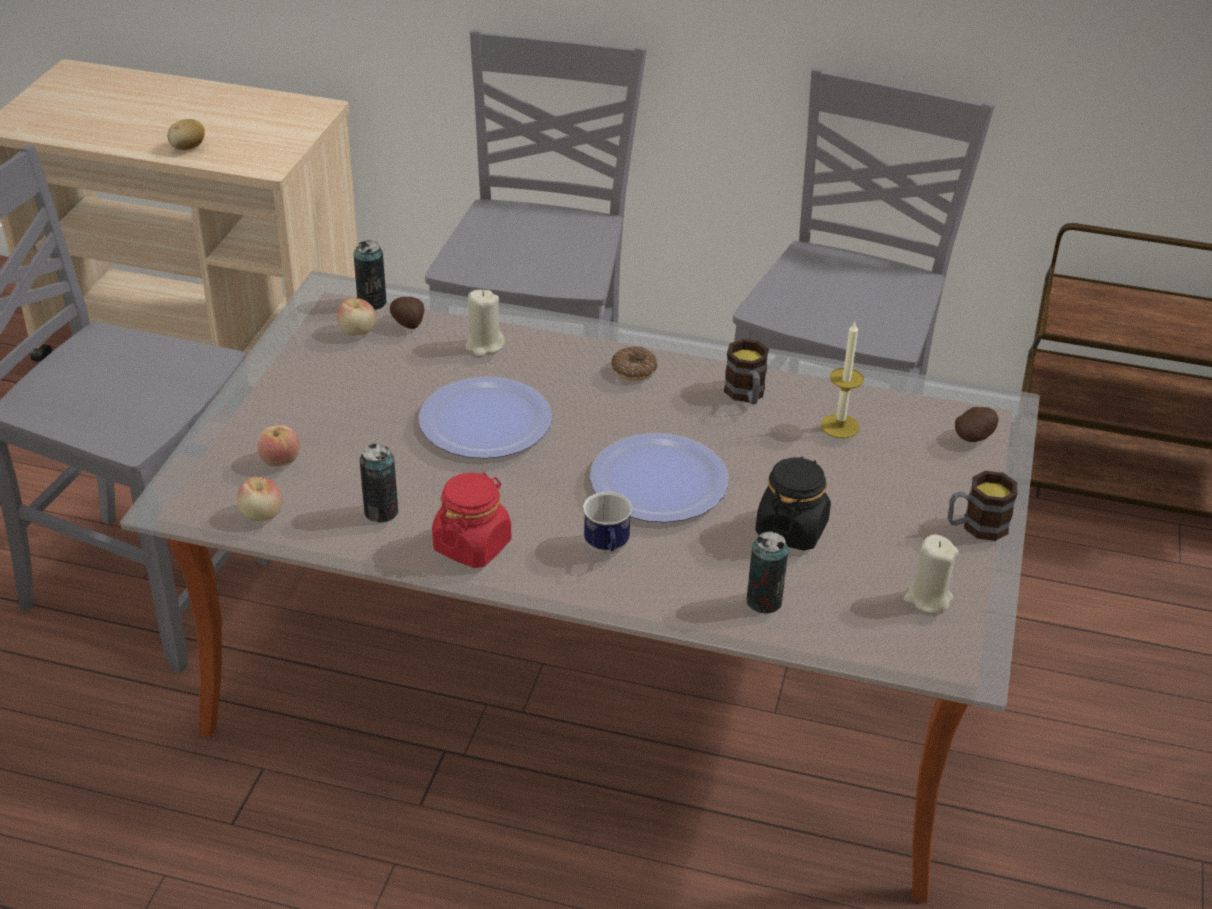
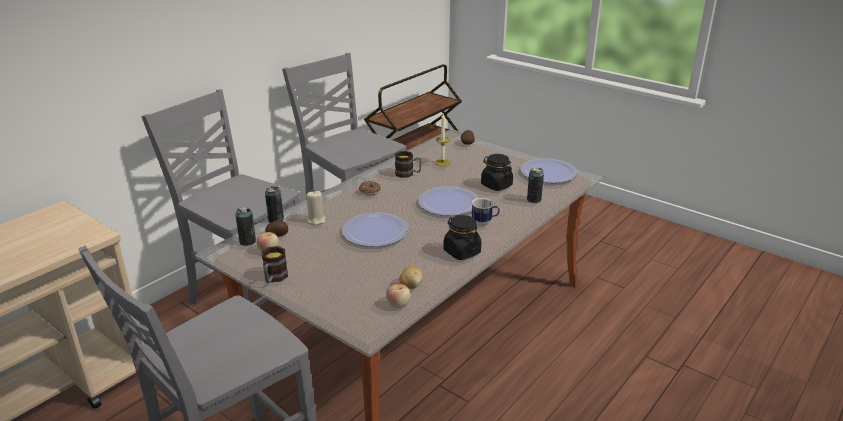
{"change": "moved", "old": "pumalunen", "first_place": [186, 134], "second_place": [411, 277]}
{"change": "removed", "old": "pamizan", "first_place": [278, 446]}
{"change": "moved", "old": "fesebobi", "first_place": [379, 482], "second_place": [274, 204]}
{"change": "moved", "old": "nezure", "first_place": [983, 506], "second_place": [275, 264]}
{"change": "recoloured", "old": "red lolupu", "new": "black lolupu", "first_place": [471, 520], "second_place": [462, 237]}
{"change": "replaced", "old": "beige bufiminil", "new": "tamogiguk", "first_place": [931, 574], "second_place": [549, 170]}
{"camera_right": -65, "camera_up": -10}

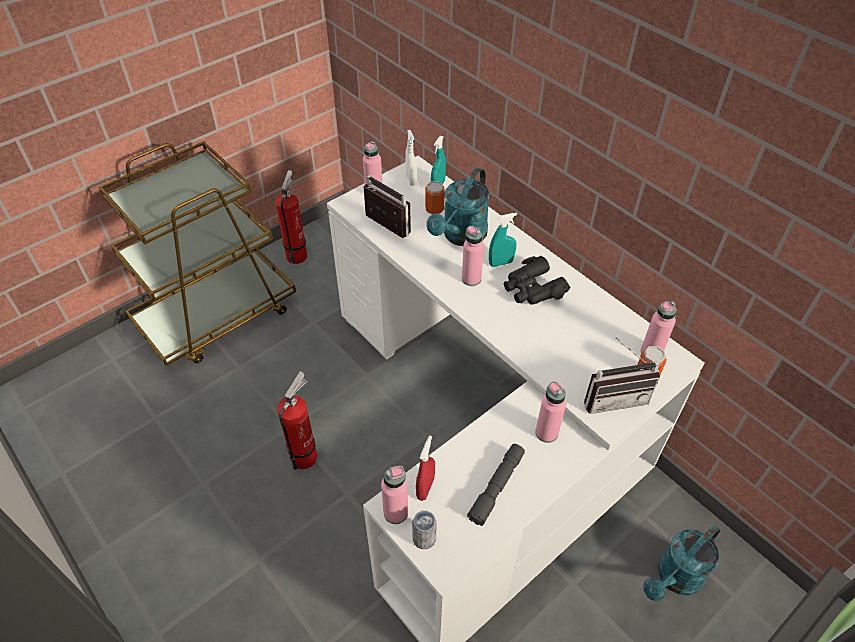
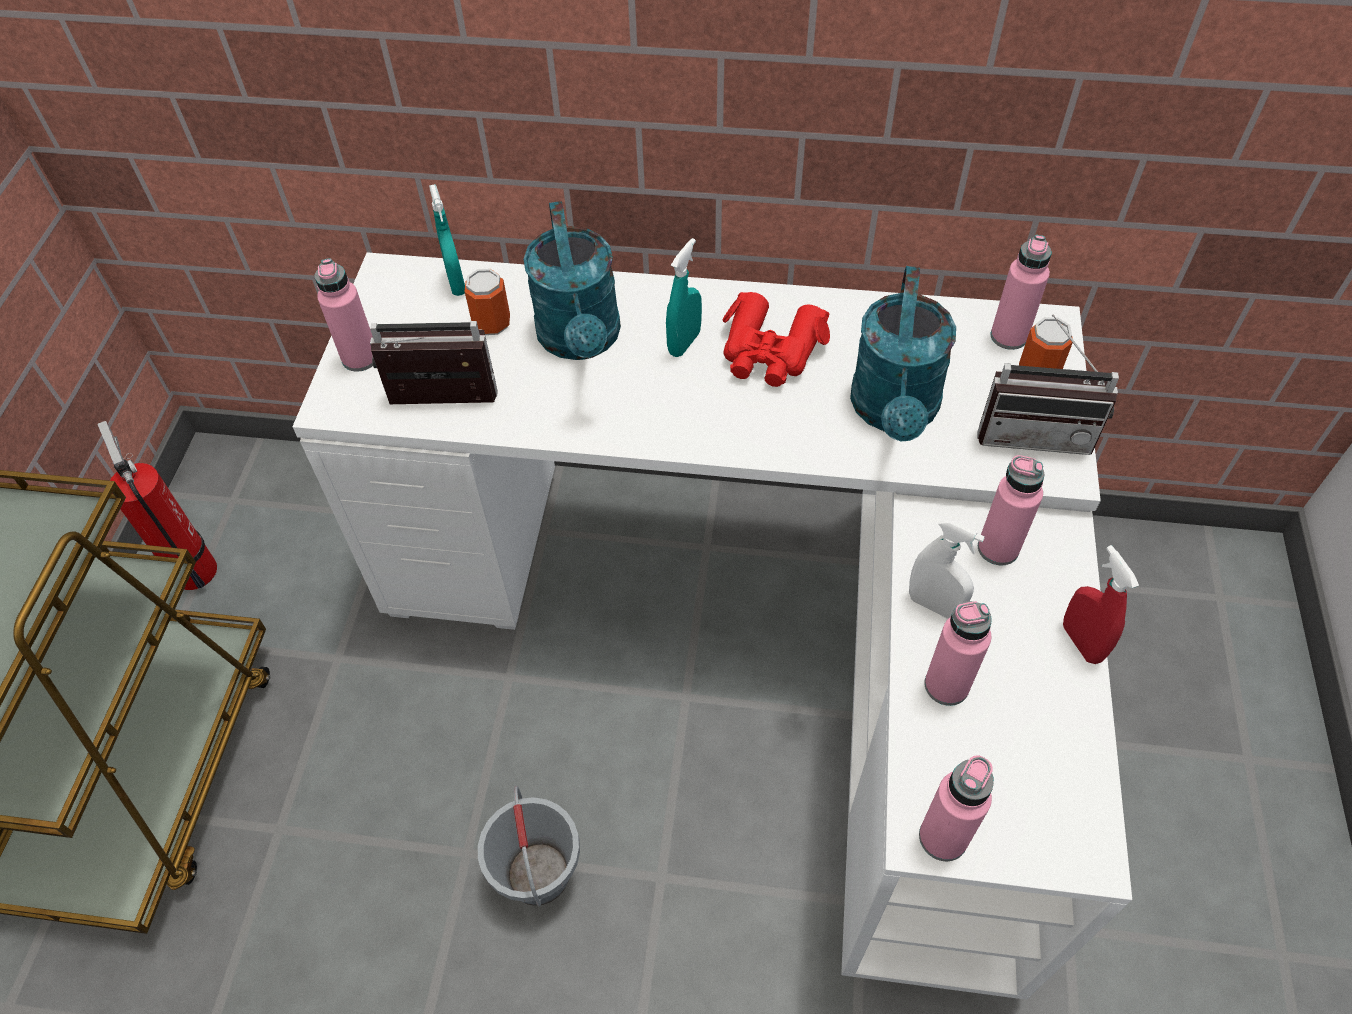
{"change": "moved", "old": "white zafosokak", "first_place": [411, 158], "second_place": [947, 568]}
{"change": "moved", "old": "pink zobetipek", "first_place": [473, 256], "second_place": [958, 653]}
{"change": "recoloured", "old": "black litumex", "new": "red litumex", "first_place": [537, 280], "second_place": [776, 339]}
{"change": "turned", "old": "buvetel", "first_place": [622, 376], "second_place": [1048, 384], "degrees": 60}
{"change": "replaced", "old": "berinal", "new": "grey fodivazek", "first_place": [297, 420], "second_place": [529, 846]}
{"change": "moved", "old": "red zafosokak", "first_place": [425, 468], "second_place": [1101, 604]}
{"change": "removed", "old": "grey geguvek", "first_place": [496, 485]}
{"change": "removed", "old": "fesebobi", "first_place": [424, 530]}
{"change": "moved", "old": "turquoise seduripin", "first_place": [682, 563], "second_place": [903, 353]}
{"camera_right": -40, "camera_up": 5}

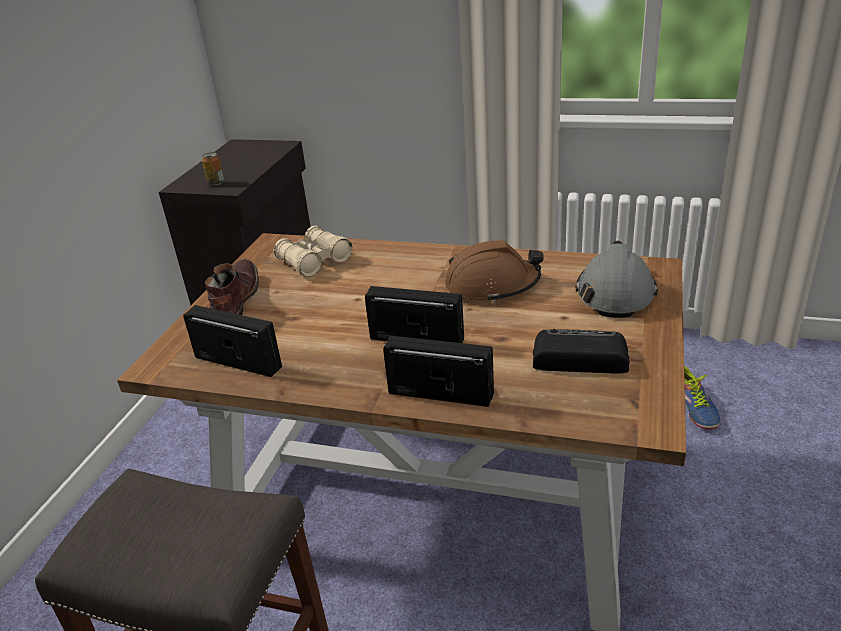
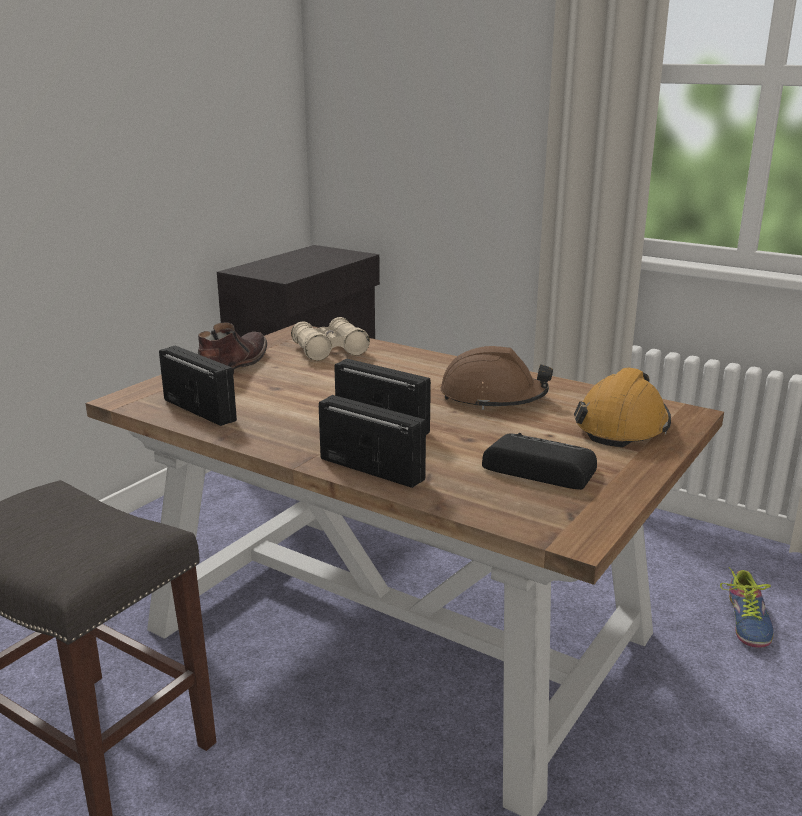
{"change": "removed", "old": "fesebobi", "first_place": [213, 169]}
{"change": "recoloured", "old": "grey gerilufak", "new": "orange gerilufak", "first_place": [616, 279], "second_place": [622, 407]}
{"camera_right": 15, "camera_up": -10}

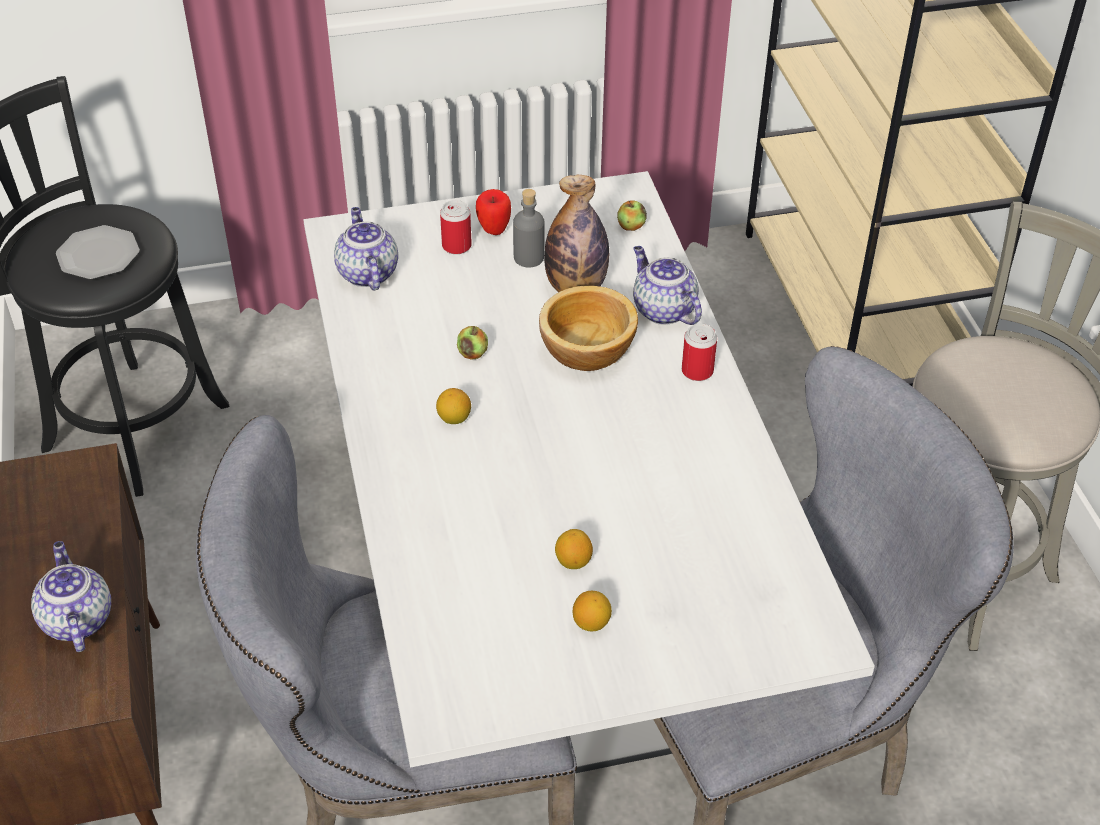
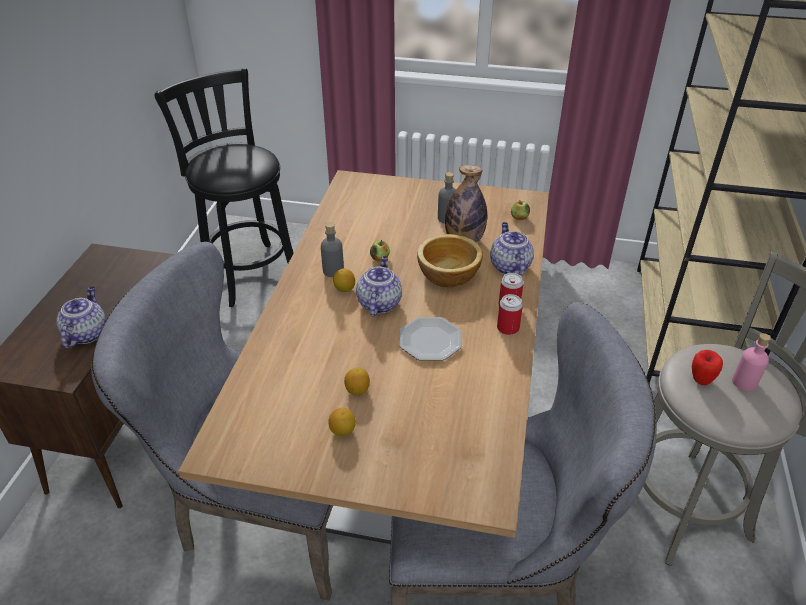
{"change": "recoloured", "old": "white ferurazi", "new": "brown ferurazi", "first_place": [589, 472], "second_place": [363, 357]}
{"change": "moved", "old": "pamizan", "first_place": [493, 212], "second_place": [707, 367]}
{"change": "moved", "old": "fesebobi", "first_place": [456, 227], "second_place": [510, 314]}
{"change": "moved", "old": "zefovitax", "first_place": [366, 249], "second_place": [379, 286]}
{"change": "moved", "old": "tamogiguk", "first_place": [98, 252], "second_place": [430, 339]}
{"change": "added", "new": "grey zobetipek", "second_place": [332, 249]}
{"change": "added", "new": "pink zobetipek", "second_place": [751, 362]}
{"camera_right": 25, "camera_up": -5}

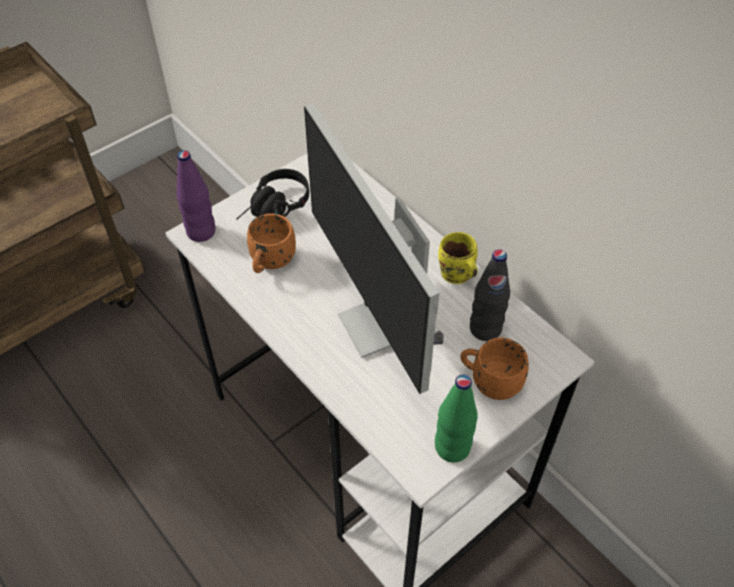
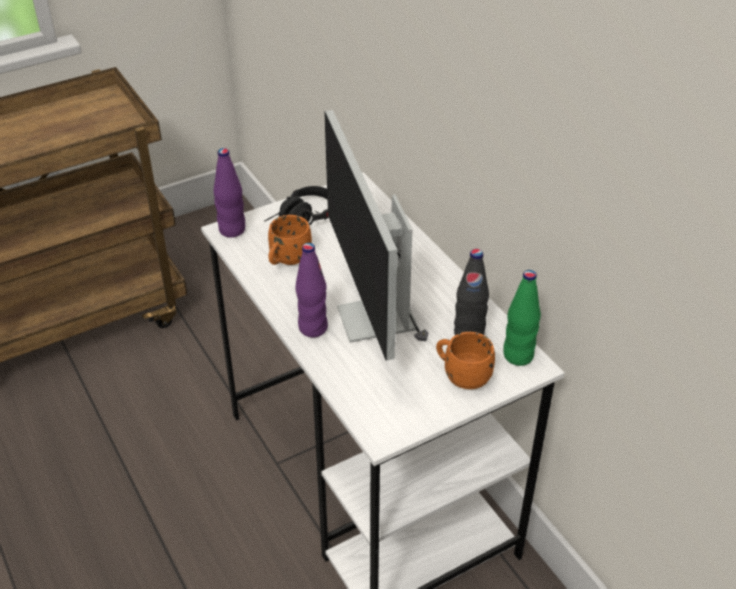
{"change": "removed", "old": "yellow nezure", "first_place": [458, 258]}
{"change": "moved", "old": "green zobetipek", "first_place": [456, 418], "second_place": [522, 318]}
{"change": "added", "new": "purple zobetipek", "second_place": [311, 290]}
{"camera_right": 10, "camera_up": -10}

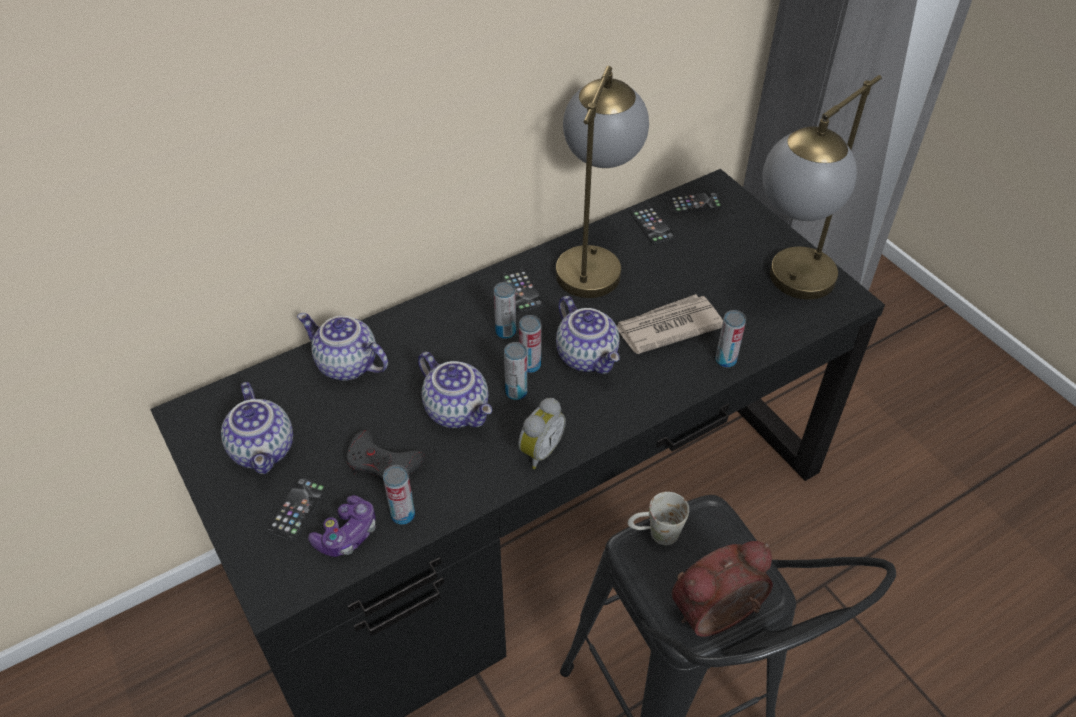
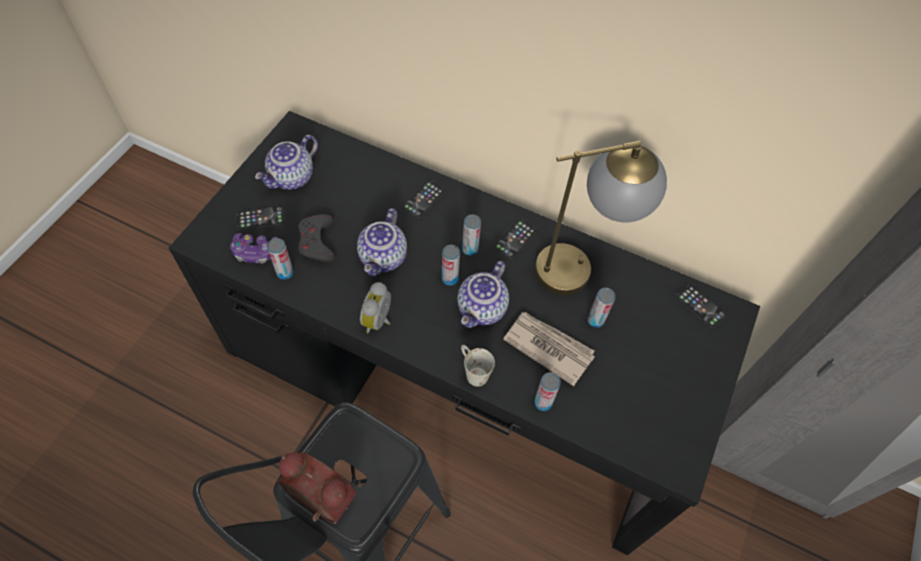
{"change": "removed", "old": "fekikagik", "first_place": [822, 187]}
{"change": "moved", "old": "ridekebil", "first_place": [653, 224], "second_place": [424, 199]}
{"change": "removed", "old": "zefovitax", "first_place": [342, 346]}
{"change": "moved", "old": "fesebobi", "first_place": [515, 371], "second_place": [601, 308]}
{"change": "turned", "old": "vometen", "first_place": [542, 433], "second_place": [375, 308], "degrees": 105}
{"change": "moved", "old": "white nezure", "first_place": [658, 518], "second_place": [478, 366]}
{"camera_right": 55, "camera_up": 10}

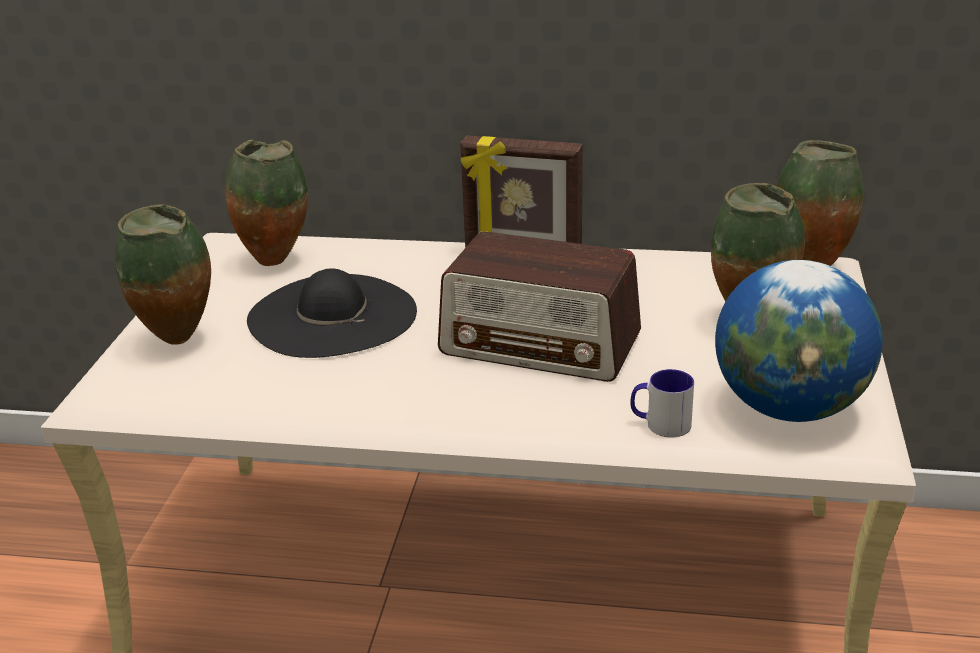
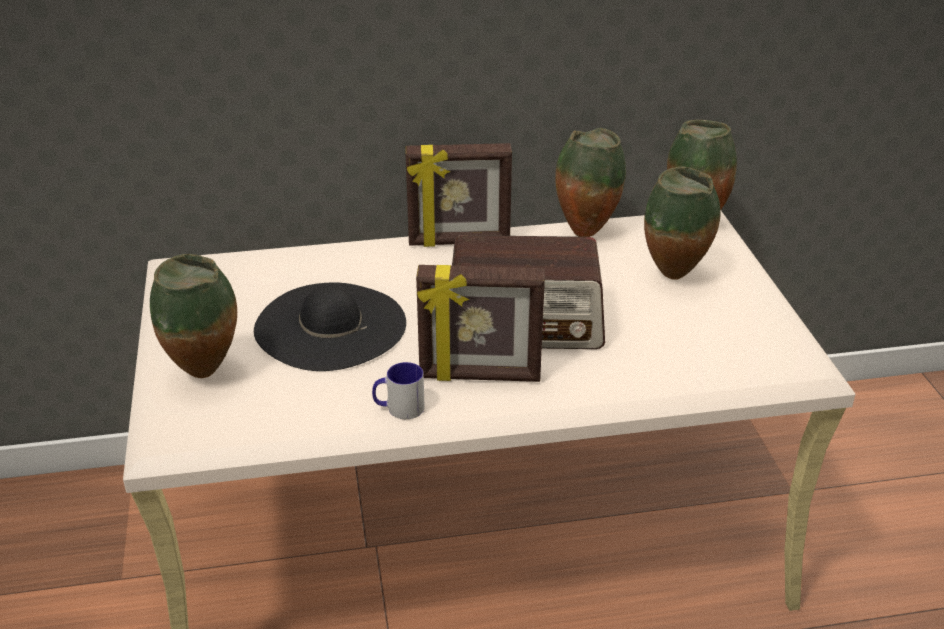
{"change": "moved", "old": "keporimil", "first_place": [266, 203], "second_place": [590, 182]}
{"change": "removed", "old": "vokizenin", "first_place": [799, 341]}
{"change": "moved", "old": "nezure", "first_place": [662, 403], "second_place": [398, 390]}
{"change": "added", "new": "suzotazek", "second_place": [480, 323]}
{"camera_right": -20, "camera_up": 5}

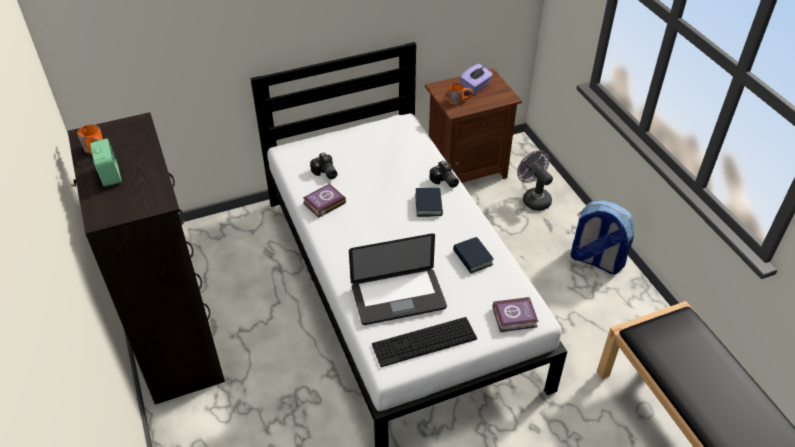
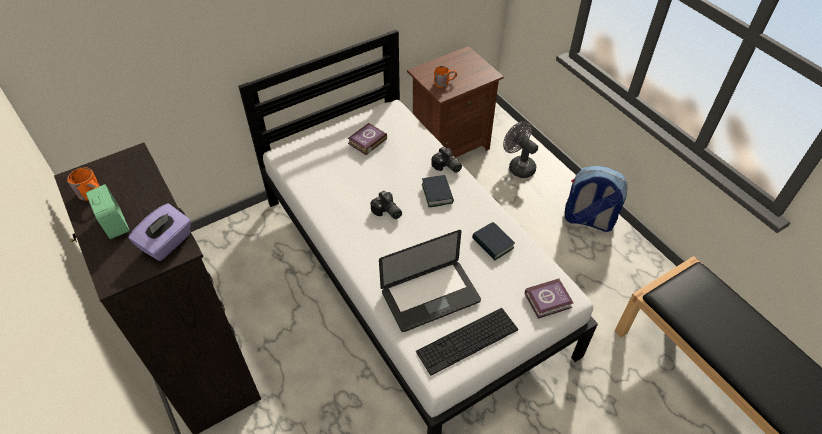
{"change": "moved", "old": "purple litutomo", "first_place": [476, 79], "second_place": [159, 232]}
{"change": "moved", "old": "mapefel", "first_place": [323, 166], "second_place": [386, 205]}
{"change": "moved", "old": "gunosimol", "first_place": [324, 201], "second_place": [367, 139]}
{"camera_right": -10, "camera_up": 5}

